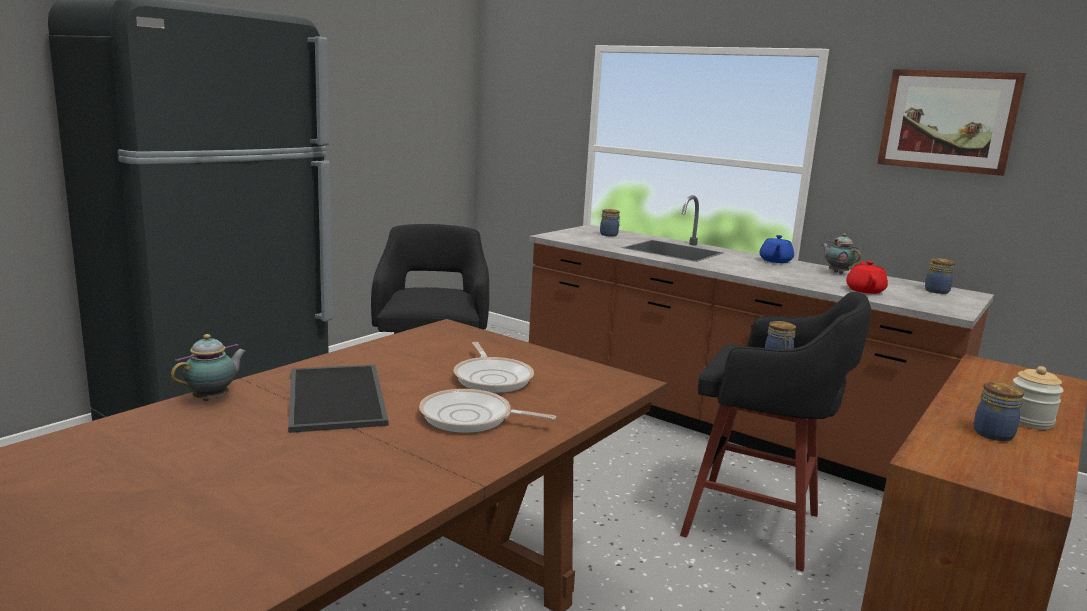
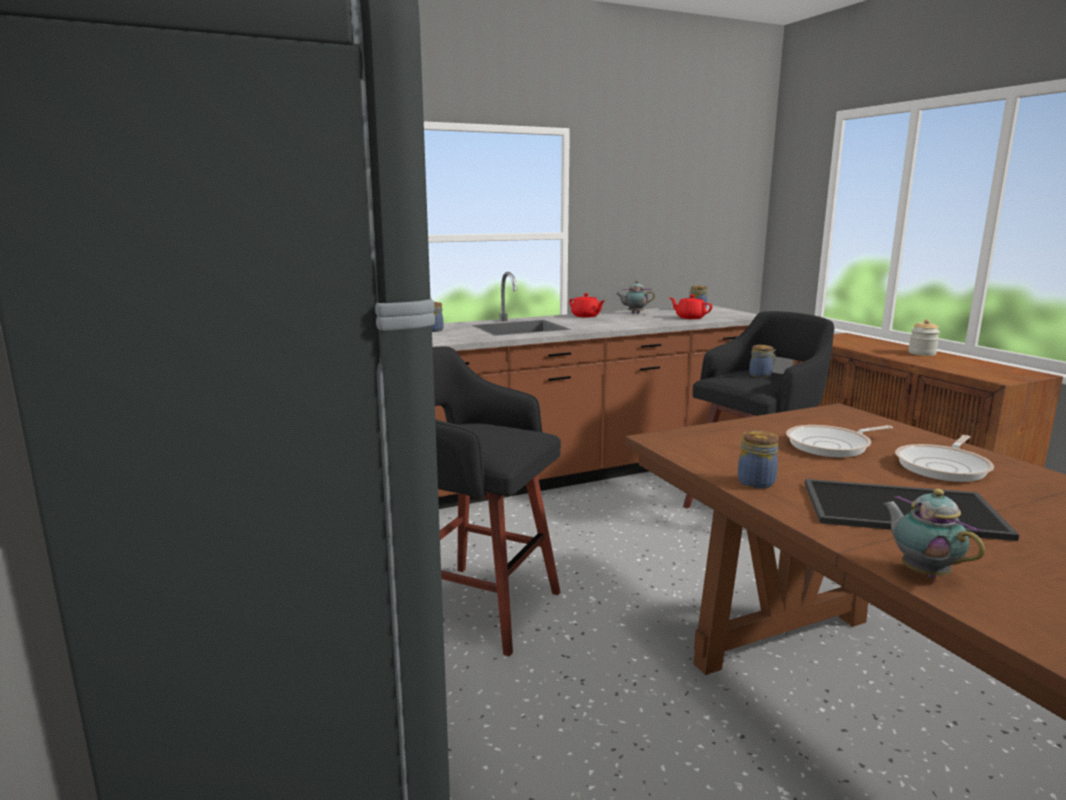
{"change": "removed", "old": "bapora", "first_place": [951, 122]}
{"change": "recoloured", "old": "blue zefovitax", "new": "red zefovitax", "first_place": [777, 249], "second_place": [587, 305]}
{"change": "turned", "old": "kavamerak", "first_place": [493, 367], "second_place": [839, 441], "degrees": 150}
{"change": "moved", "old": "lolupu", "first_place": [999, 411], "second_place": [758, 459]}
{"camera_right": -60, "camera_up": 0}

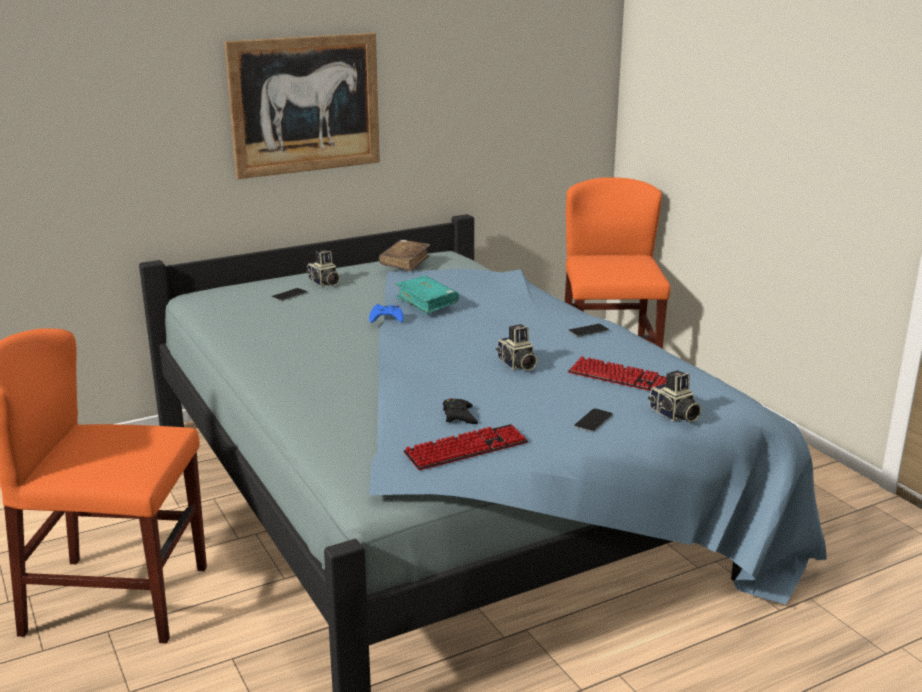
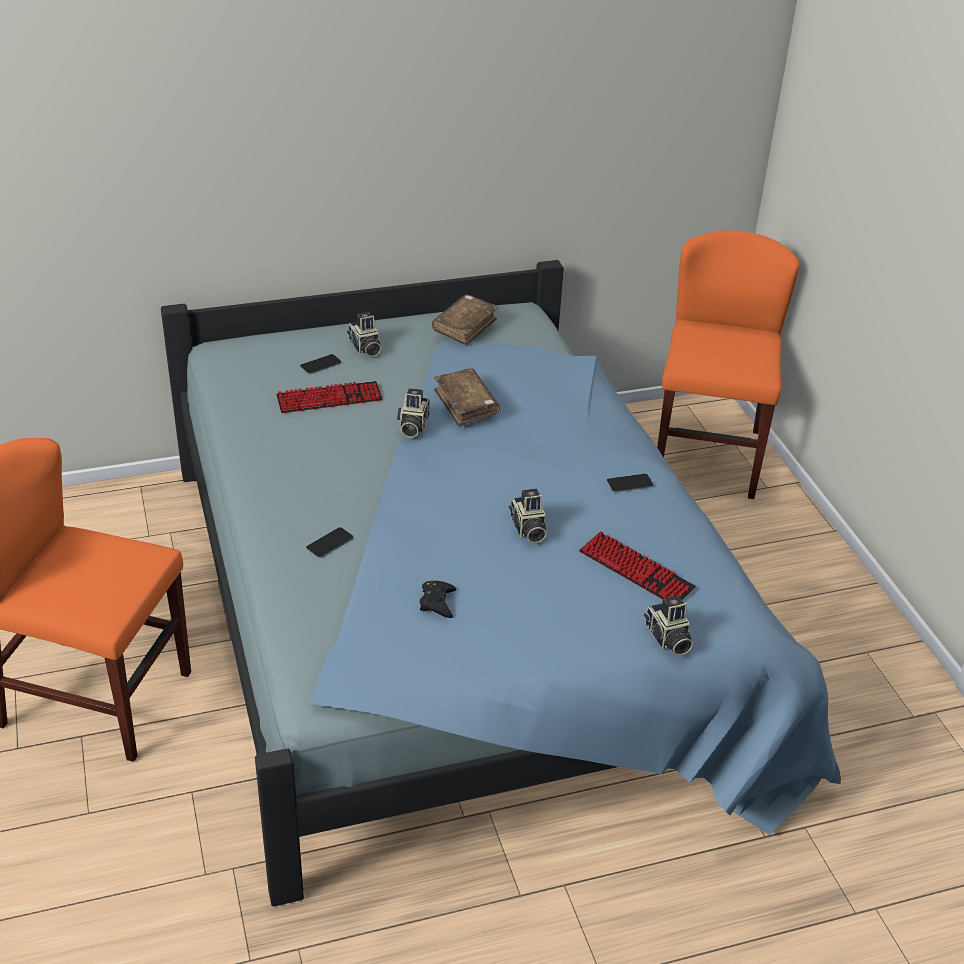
{"change": "removed", "old": "bapora", "first_place": [302, 106]}
{"change": "recoloured", "old": "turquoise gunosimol", "new": "brown gunosimol", "first_place": [427, 295], "second_place": [467, 397]}
{"change": "replaced", "old": "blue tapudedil", "new": "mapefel", "first_place": [386, 313], "second_place": [413, 413]}
{"change": "moved", "old": "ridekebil", "first_place": [593, 420], "second_place": [329, 542]}
{"change": "moved", "old": "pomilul", "first_place": [466, 447], "second_place": [329, 397]}
{"camera_right": 10, "camera_up": 15}

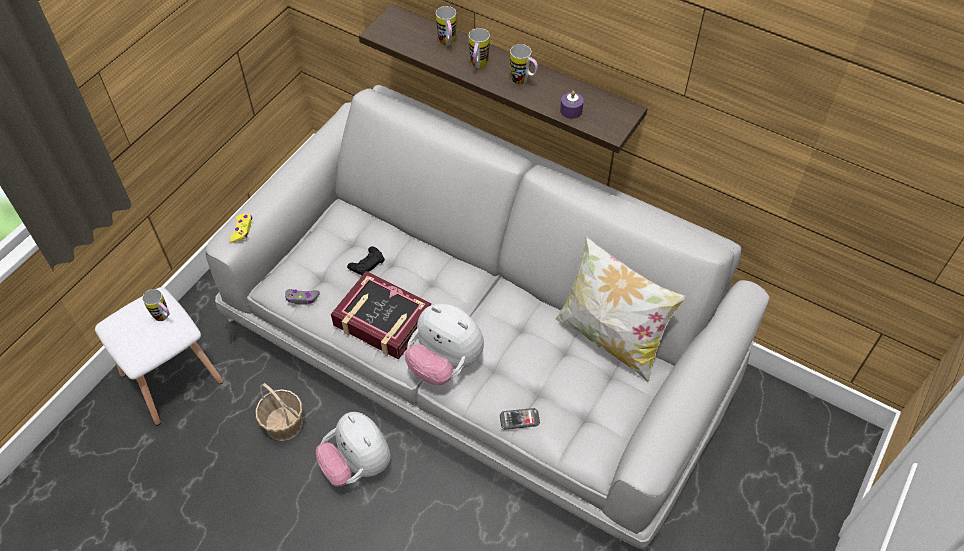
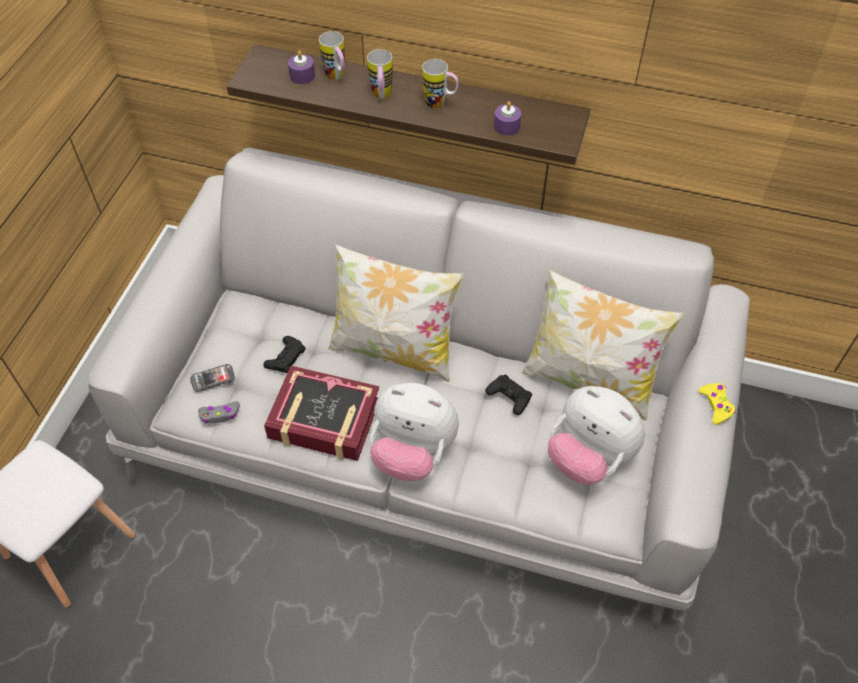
{"change": "moved", "old": "yellow tapudedil", "first_place": [241, 228], "second_place": [717, 404]}
{"change": "removed", "old": "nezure", "first_place": [156, 305]}
{"change": "removed", "old": "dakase", "first_place": [279, 412]}
{"change": "moved", "old": "ridekebil", "first_place": [520, 419], "second_place": [212, 378]}
{"change": "moved", "old": "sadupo", "first_place": [353, 449], "second_place": [596, 435]}
{"change": "added", "new": "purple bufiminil", "second_place": [301, 67]}
{"change": "added", "new": "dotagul", "second_place": [396, 313]}
{"change": "added", "new": "black tapudedil", "second_place": [508, 395]}
{"camera_right": -15, "camera_up": 0}

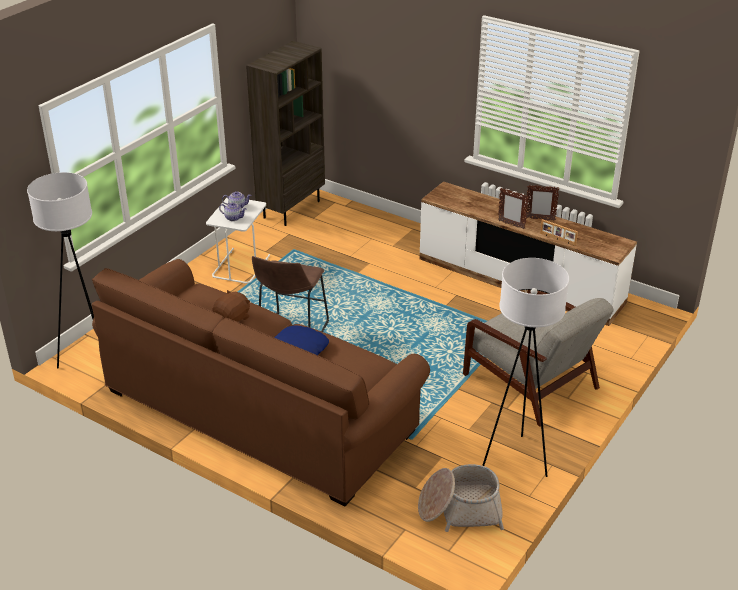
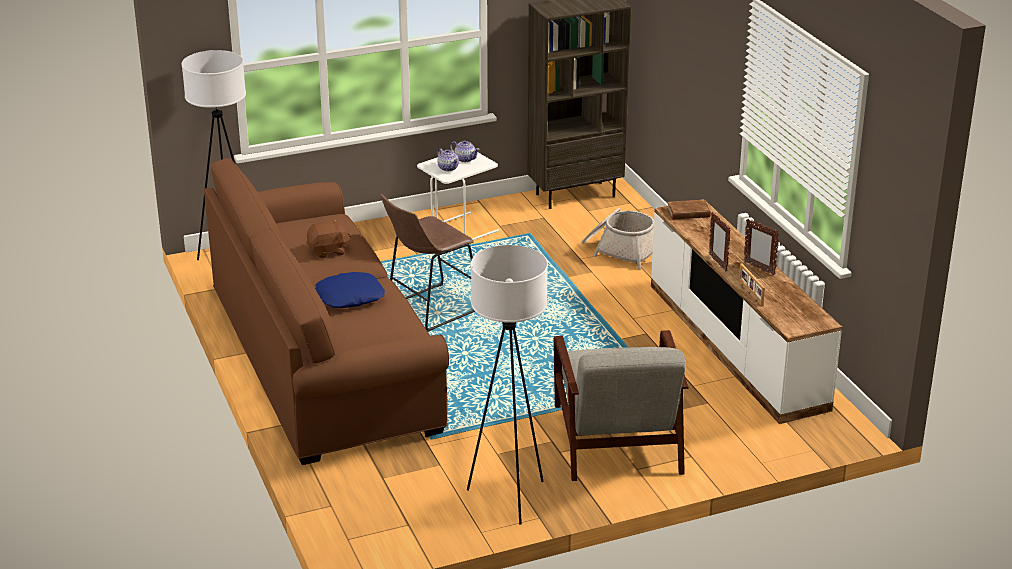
{"change": "moved", "old": "dakase", "first_place": [461, 498], "second_place": [618, 238]}
{"change": "added", "new": "brown gunosimol", "second_place": [689, 209]}
{"camera_right": 35, "camera_up": -5}

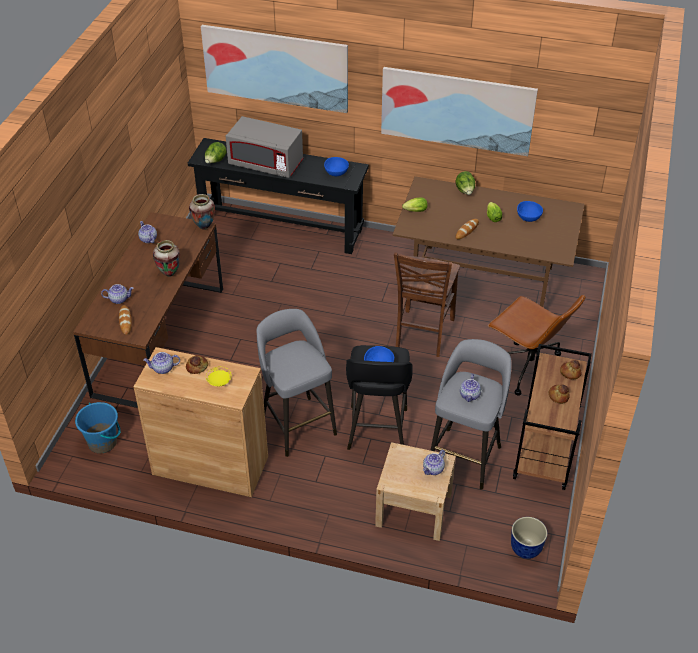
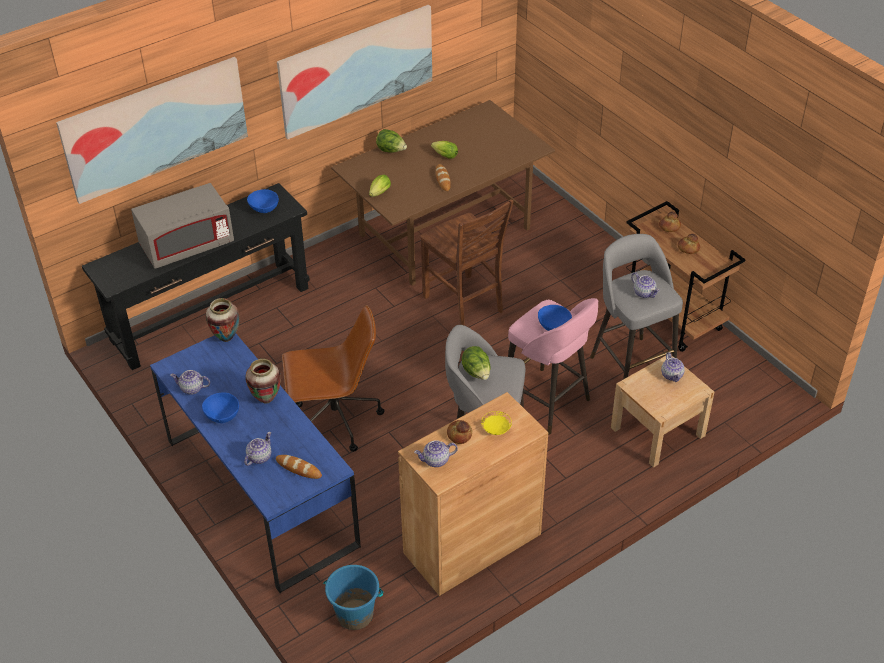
{"change": "moved", "old": "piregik", "first_place": [215, 153], "second_place": [476, 363]}
{"change": "moved", "old": "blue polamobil", "first_place": [530, 211], "second_place": [220, 408]}
{"change": "recoloured", "old": "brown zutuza", "new": "blue zutuza", "first_place": [148, 310], "second_place": [255, 463]}
{"change": "moved", "old": "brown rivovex", "first_place": [536, 345], "second_place": [333, 378]}
{"change": "recoloured", "old": "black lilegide", "new": "pink lilegide", "first_place": [379, 397], "second_place": [553, 366]}
{"change": "turned", "old": "zefovitax", "first_place": [161, 363], "second_place": [436, 453], "degrees": 45}
{"change": "removed", "old": "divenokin", "first_place": [529, 538]}
{"camera_right": -50, "camera_up": 0}

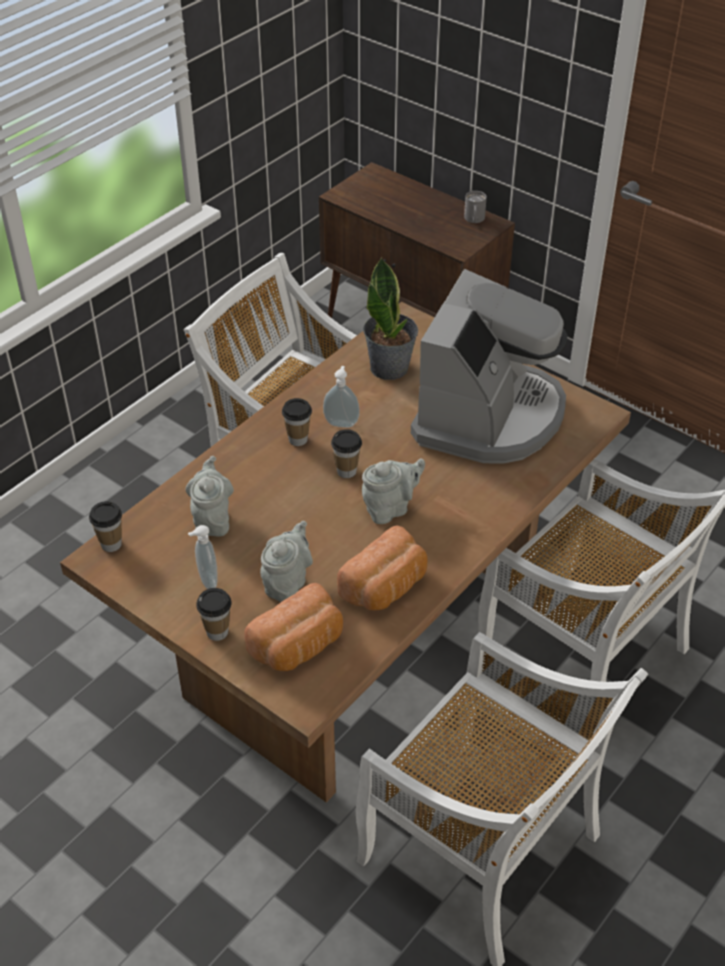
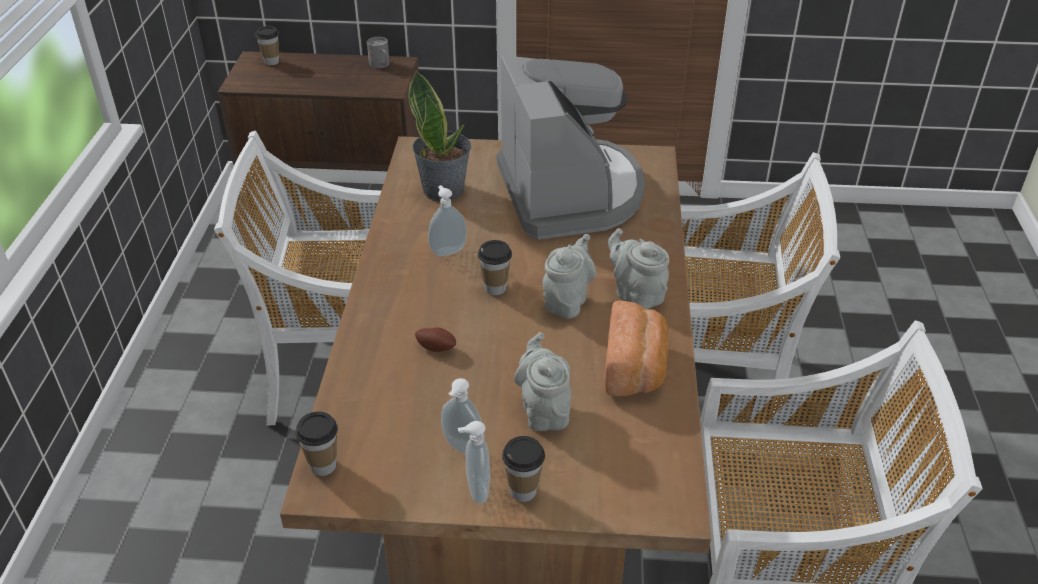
{"change": "moved", "old": "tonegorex", "first_place": [297, 422], "second_place": [267, 45]}
{"change": "moved", "old": "grey zefovitax", "first_place": [210, 496], "second_place": [638, 268]}
{"change": "removed", "old": "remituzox", "first_place": [293, 627]}
{"change": "added", "new": "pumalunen", "second_place": [435, 340]}
{"change": "added", "new": "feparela", "second_place": [474, 462]}
{"camera_right": -35, "camera_up": -5}

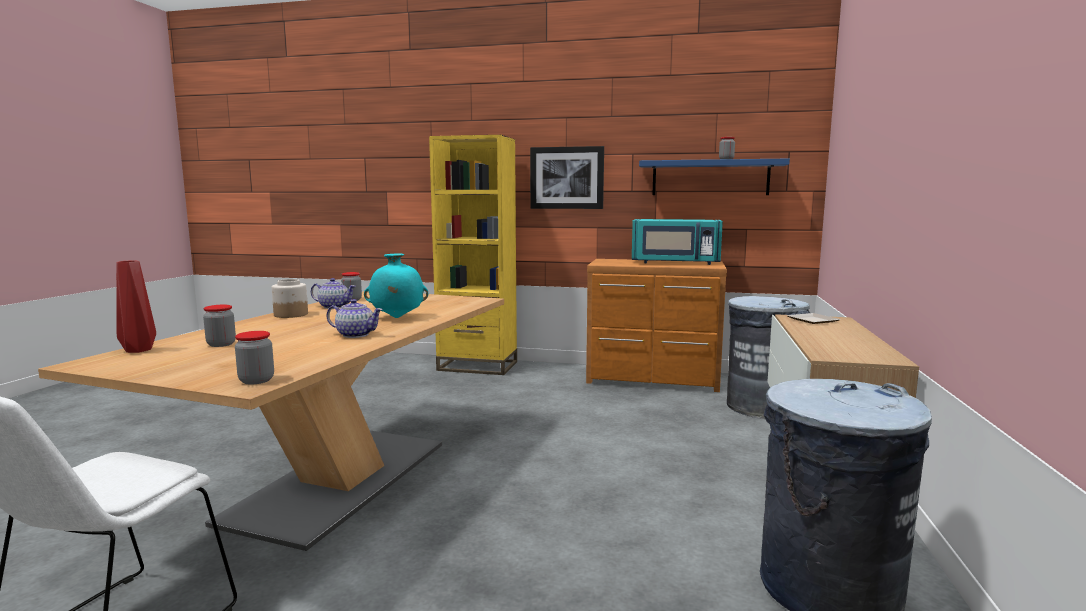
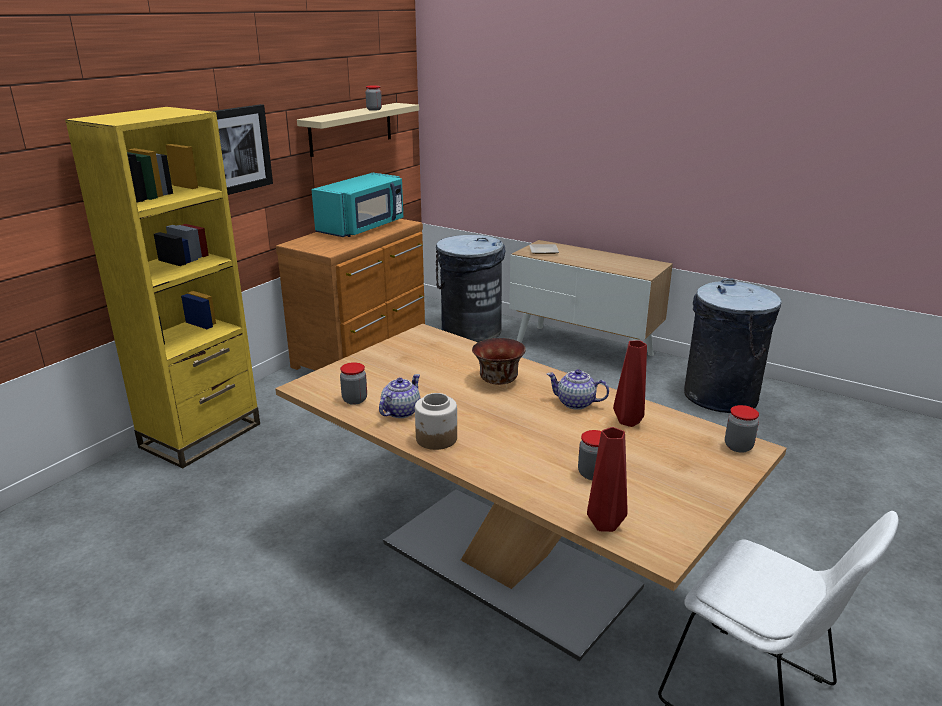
{"change": "recoloured", "old": "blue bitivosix", "new": "beige bitivosix", "first_place": [714, 177], "second_place": [358, 130]}
{"change": "replaced", "old": "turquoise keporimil", "new": "polamobil", "first_place": [396, 286], "second_place": [499, 361]}
{"change": "turned", "old": "zefovitax", "first_place": [355, 318], "second_place": [578, 389], "degrees": -105}
{"change": "added", "new": "red keporimil", "second_place": [630, 383]}
{"camera_right": -70, "camera_up": 15}

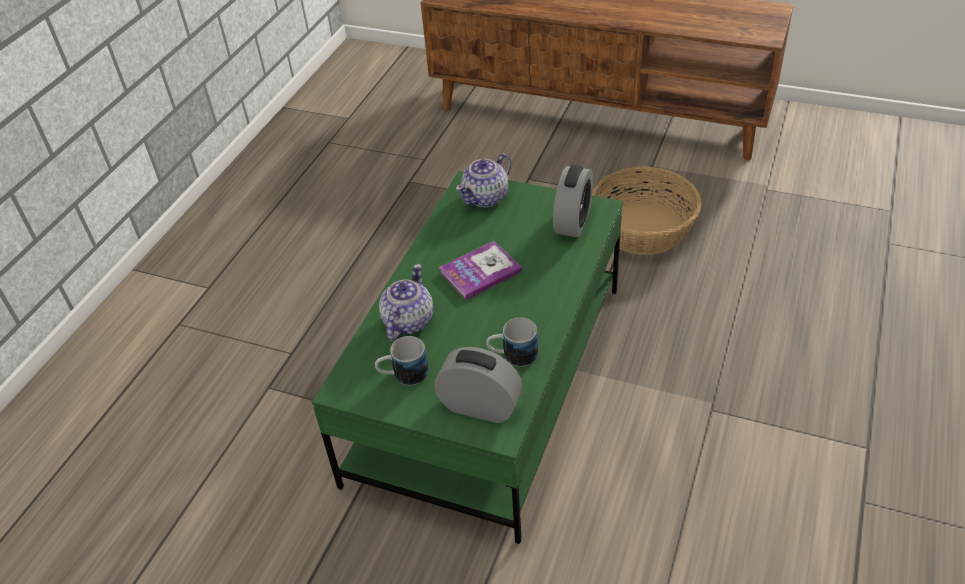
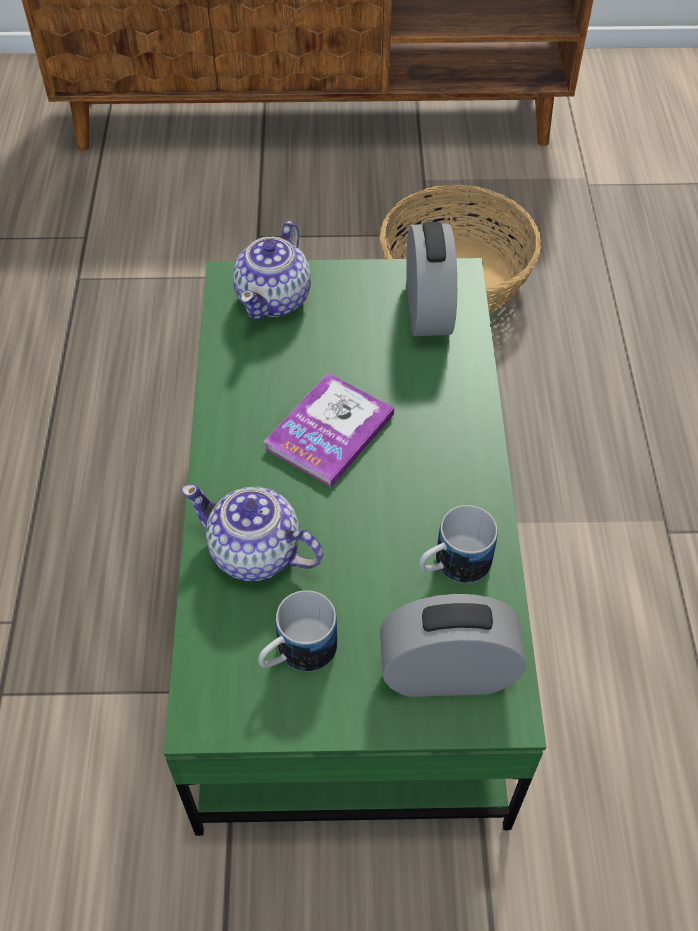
{"change": "turned", "old": "zefovitax", "first_place": [406, 302], "second_place": [252, 532], "degrees": -60}
{"camera_right": -25, "camera_up": 10}

